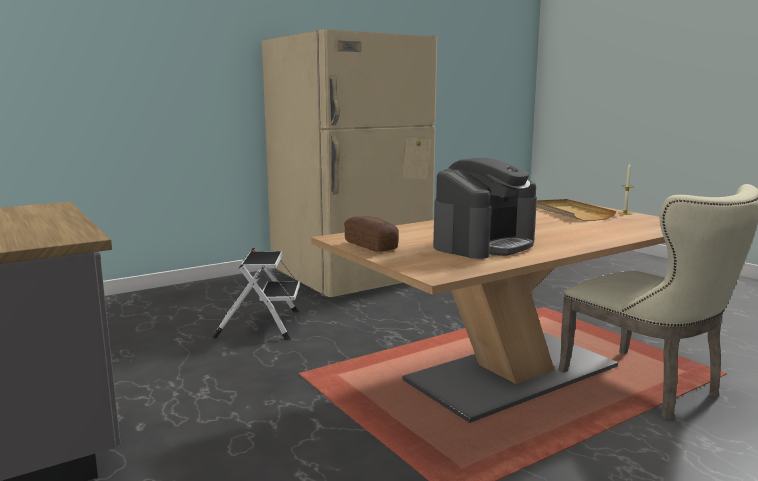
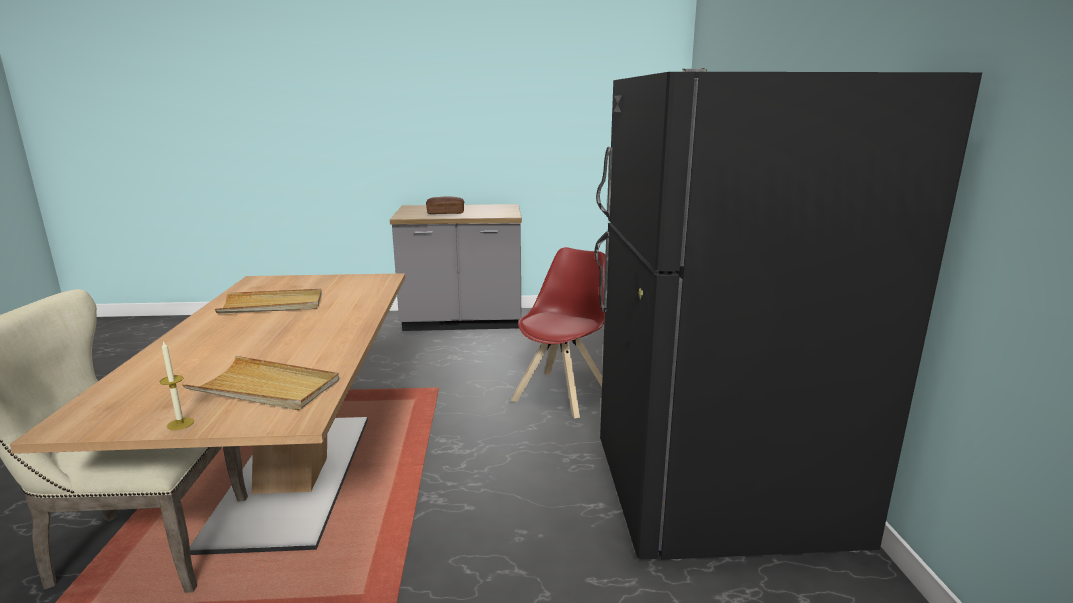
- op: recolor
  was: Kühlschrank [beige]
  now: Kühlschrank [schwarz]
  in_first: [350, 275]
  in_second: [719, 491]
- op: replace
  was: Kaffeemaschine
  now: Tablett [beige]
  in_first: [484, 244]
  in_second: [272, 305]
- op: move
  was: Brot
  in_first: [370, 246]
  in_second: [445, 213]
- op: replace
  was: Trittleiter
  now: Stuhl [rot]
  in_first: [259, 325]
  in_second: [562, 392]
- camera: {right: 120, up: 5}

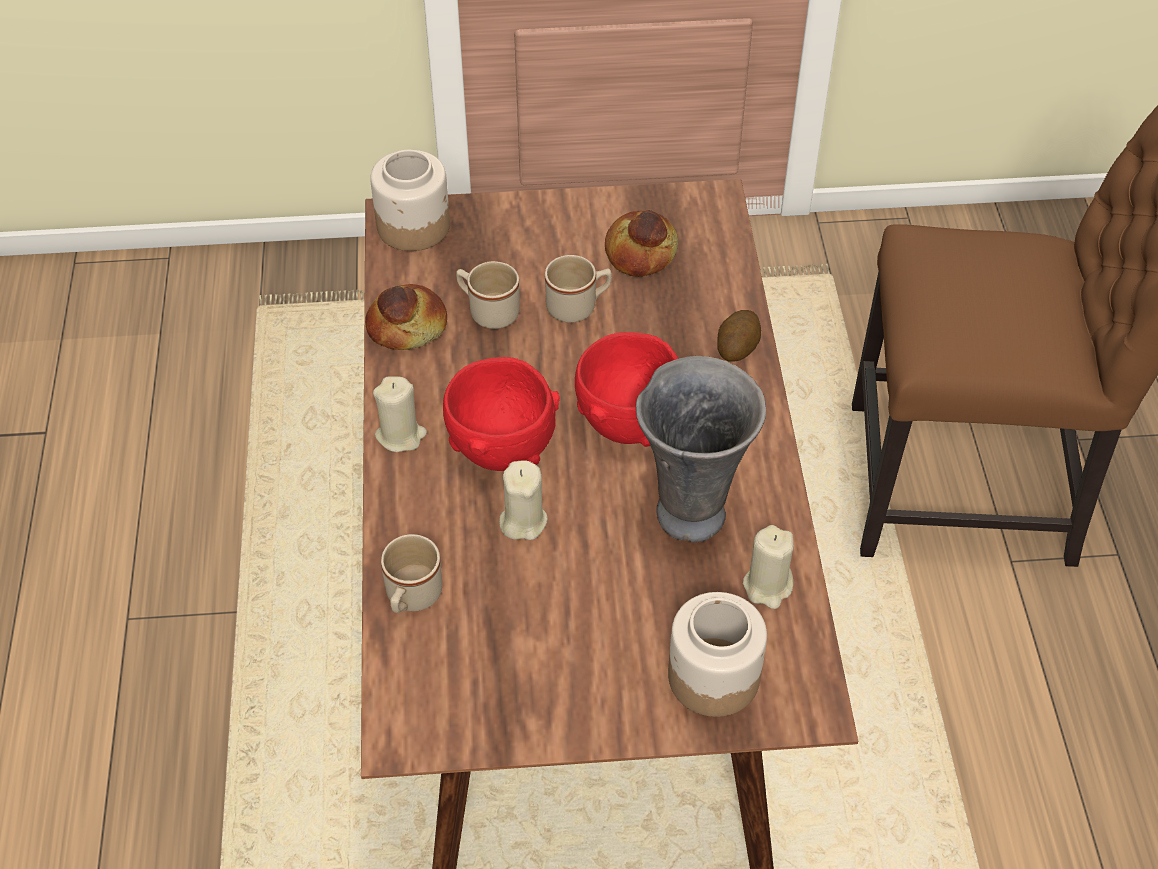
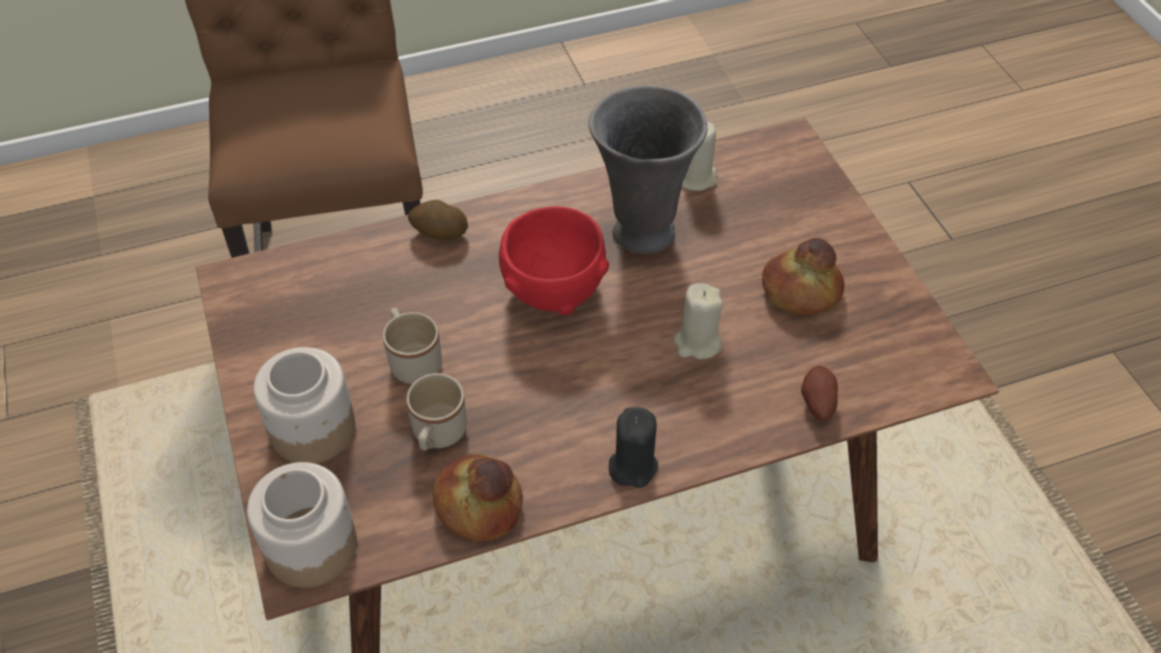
- op: move
  was: Brot
  in_first: [641, 253]
  in_second: [800, 291]
- op: delete
  was: Schüssel [rot]
  in_first: [502, 447]
- op: recolor
  was: Kerze [beige]
  now: Kerze [schwarz]
  in_first: [401, 435]
  in_second: [632, 466]
- op: replace
  was: Henkelbecher [beige]
  now: Kartoffel
  in_first: [411, 598]
  in_second: [816, 403]
- op: move
  was: Vorratsglas
  in_first: [713, 676]
  in_second: [311, 429]
- camera: {right: -105, up: 0}

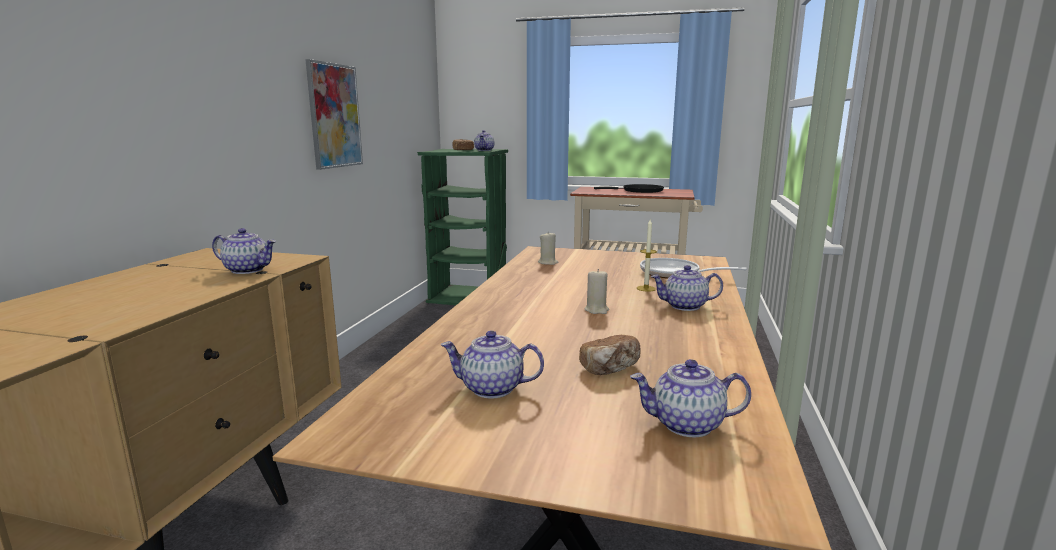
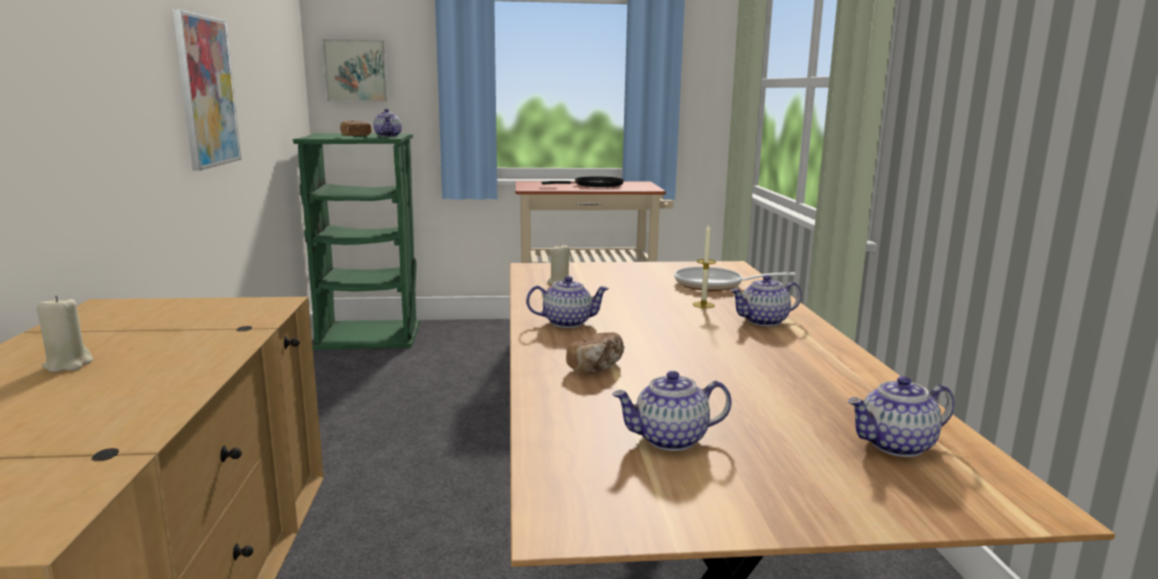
- op: move
  was: Teekanne
  in_first: [248, 270]
  in_second: [567, 322]
- op: move
  was: Kerze [beige]
  in_first: [596, 310]
  in_second: [68, 364]
- op: move
  was: Brot
  in_first: [611, 368]
  in_second: [597, 367]
- op: insert
  now: Bild
  in_second: [356, 71]
- camera: {right: -20, up: 0}

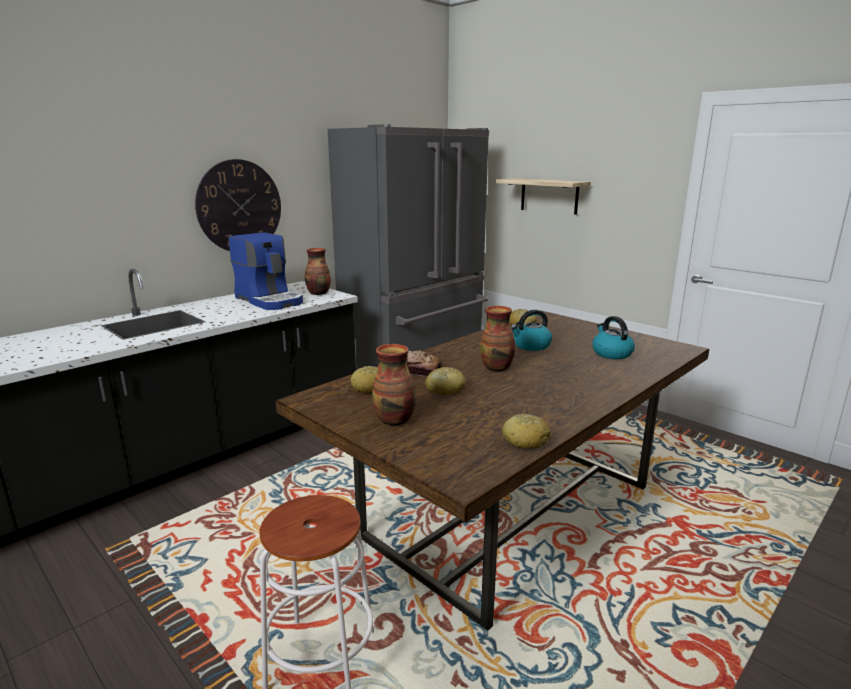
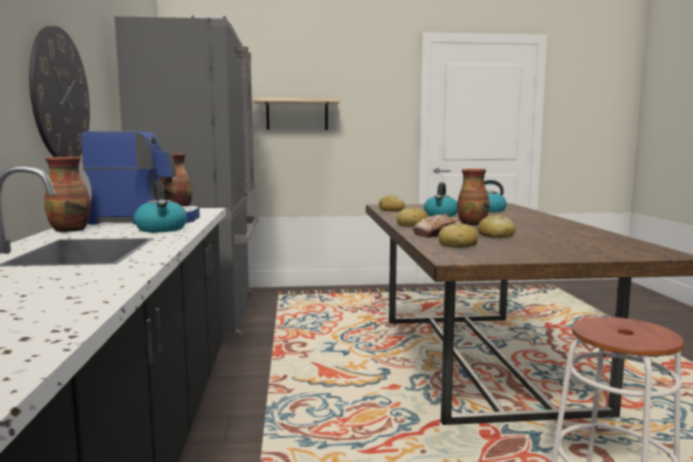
- op: move
  was: Vase
  in_first: [395, 420]
  in_second: [70, 230]
- op: move
  was: Brot
  in_first: [525, 440]
  in_second: [411, 225]
- op: insert
  now: Wasserkessel
  in_second: [161, 229]
- camera: {right: -50, up: -10}

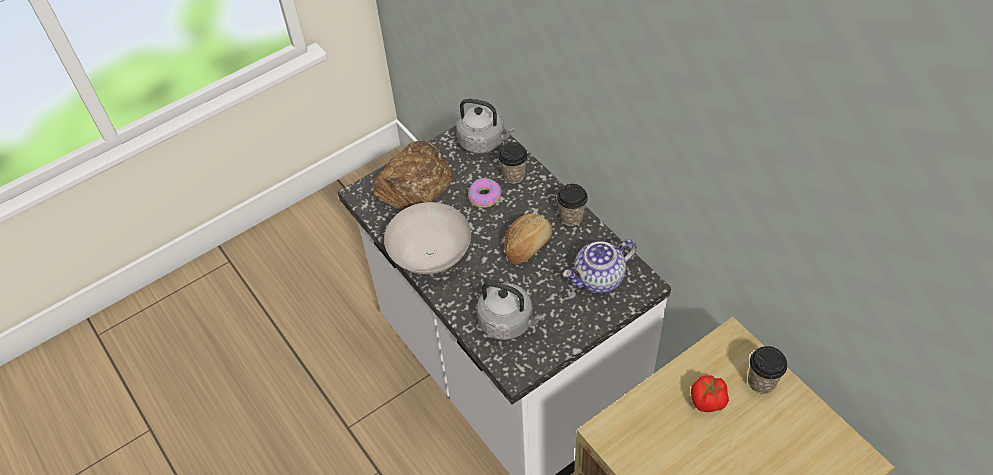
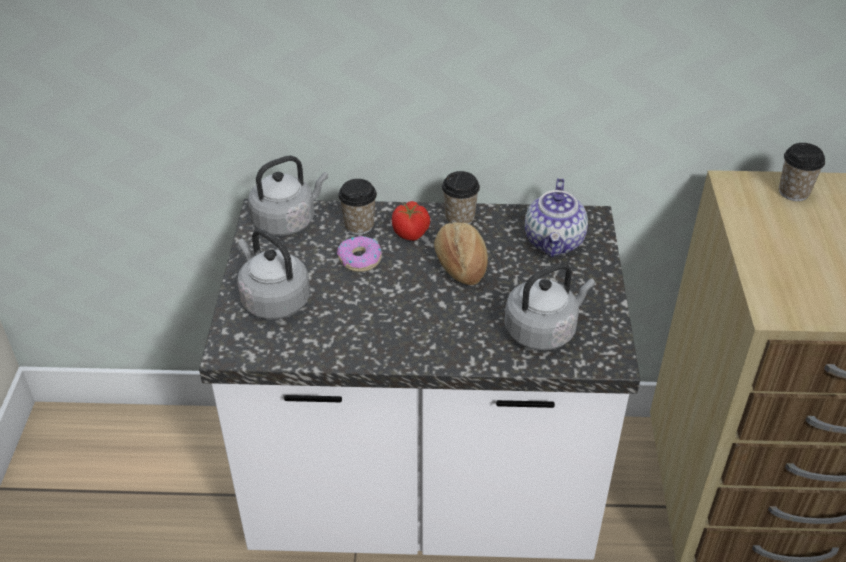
- op: replace
  was: Brot
  now: Wasserkessel [grau]
  in_first: [414, 183]
  in_second: [273, 300]
- op: delete
  was: Schüssel [weiß]
  in_first: [432, 255]
- op: move
  was: Tomate
  in_first: [708, 401]
  in_second: [411, 233]
- camera: {right: -55, up: -10}

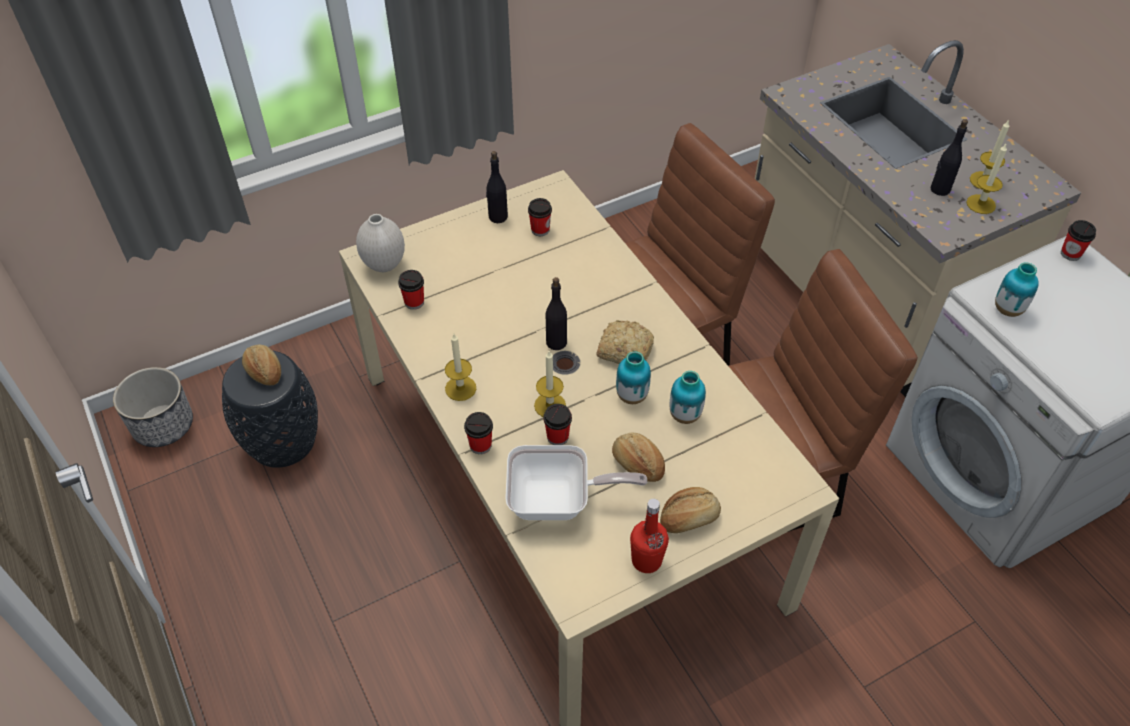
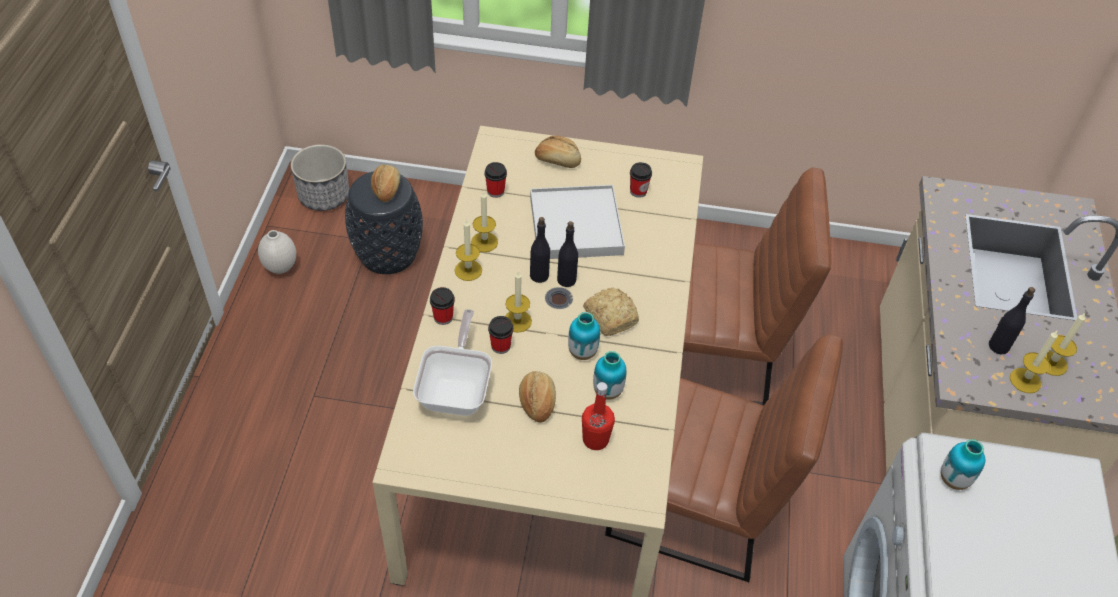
- op: move
  was: Flasche [schwarz]
  in_first: [497, 217]
  in_second: [539, 275]
- op: move
  was: Vase [weiß]
  in_first: [384, 265]
  in_second: [280, 267]
- op: delete
  was: Tasse
  in_first: [1070, 254]
- op: rotate
  was: Pfanne
  in_first: [558, 501]
  in_second: [457, 389]
  clockwise: -120
- op: move
  was: Brot
  in_first: [688, 518]
  in_second: [557, 160]
- op: move
  was: Flasche [rot]
  in_first: [646, 560]
  in_second: [595, 439]
- op: insert
  now: Tablett [weiß]
  in_second: [575, 225]
- op: insert
  now: Kerze
  in_second: [484, 242]
- camera: {right: 35, up: 0}

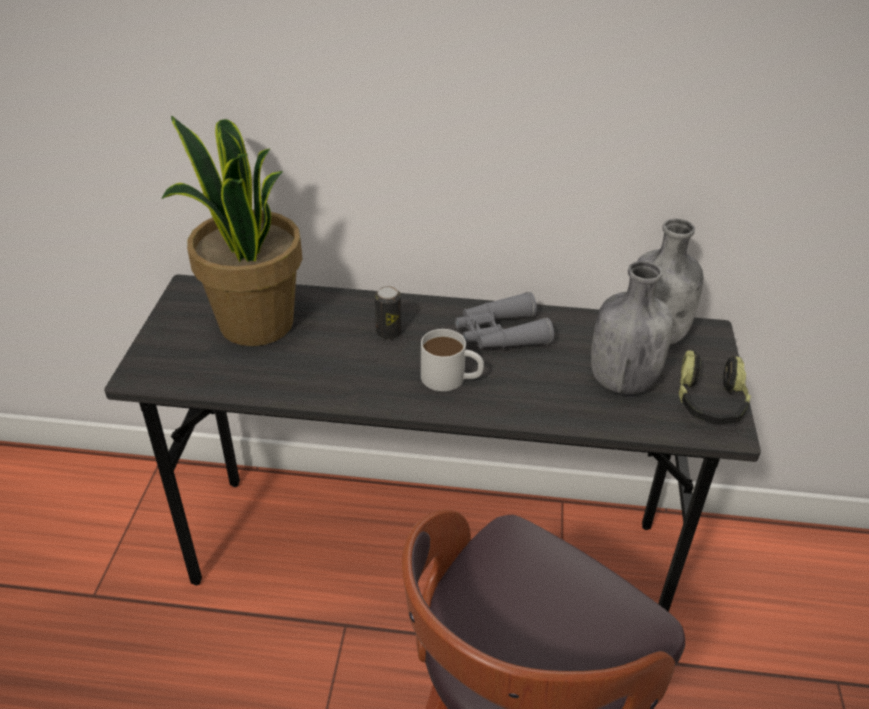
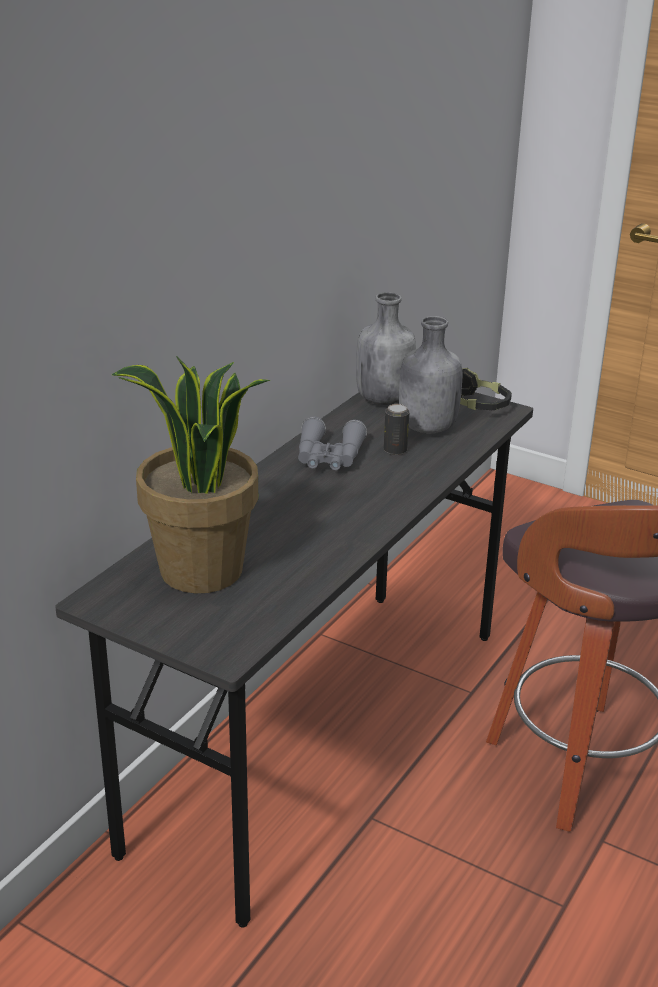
- op: move
  was: Dose
  in_first: [388, 332]
  in_second: [395, 450]
- op: delete
  was: Henkelbecher [weiß]
  in_first: [451, 378]
- camera: {right: -65, up: -10}

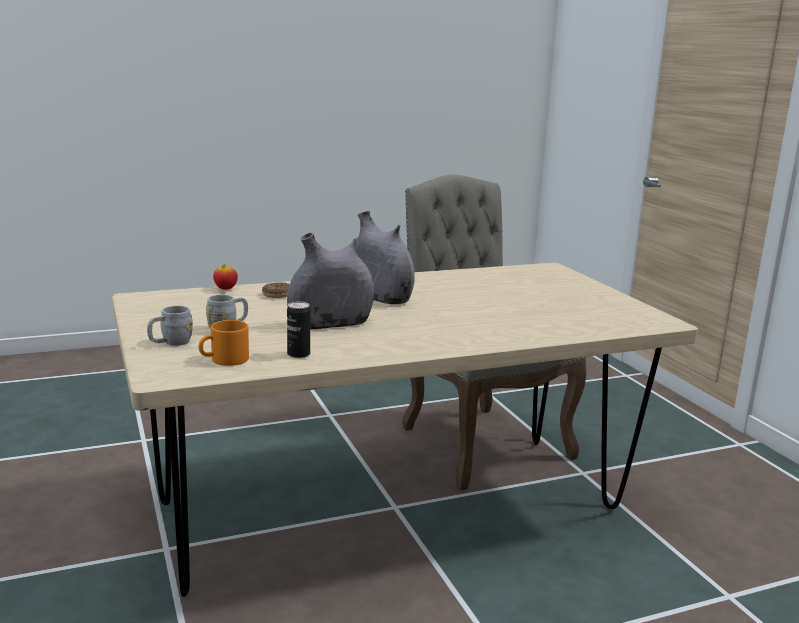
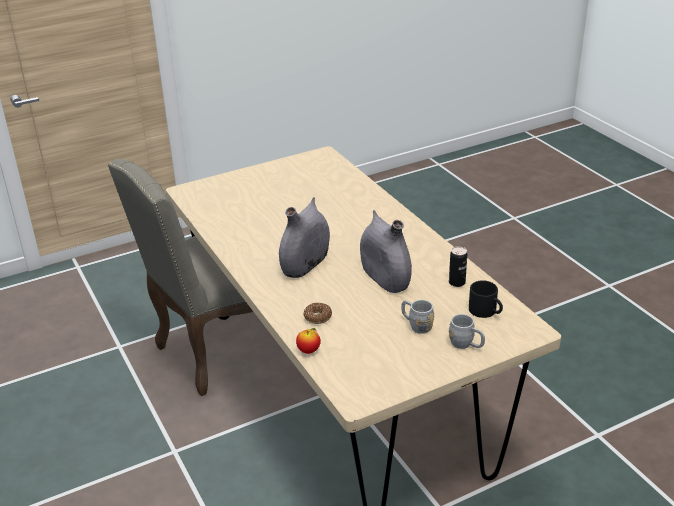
- op: recolor
  was: Henkelbecher [orange]
  now: Henkelbecher [schwarz]
  in_first: [224, 360]
  in_second: [486, 311]
- camera: {right: -95, up: 15}

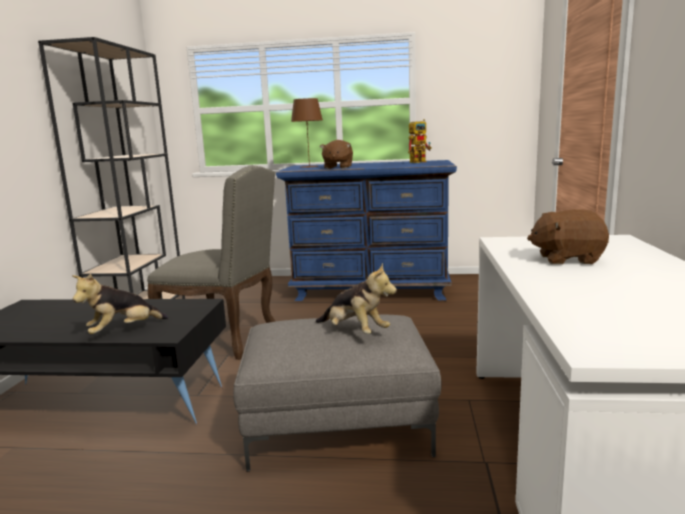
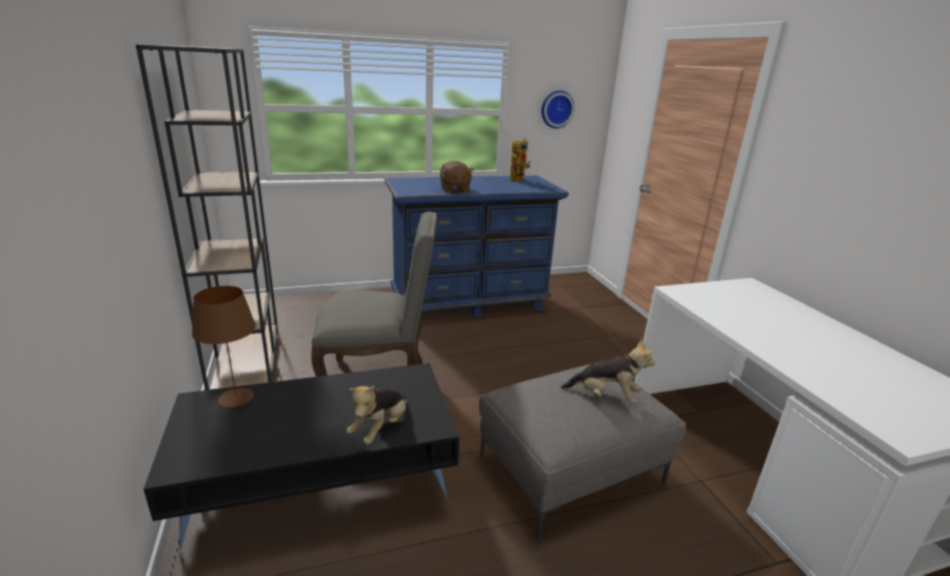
- op: move
  was: Tischlampe [braun]
  in_first: [309, 167]
  in_second: [236, 398]
- op: delete
  was: Plüschtier [braun]
  in_first: [567, 259]
- op: insert
  now: Wanduhr
  in_second: [556, 109]
- camera: {right: -25, up: 10}

